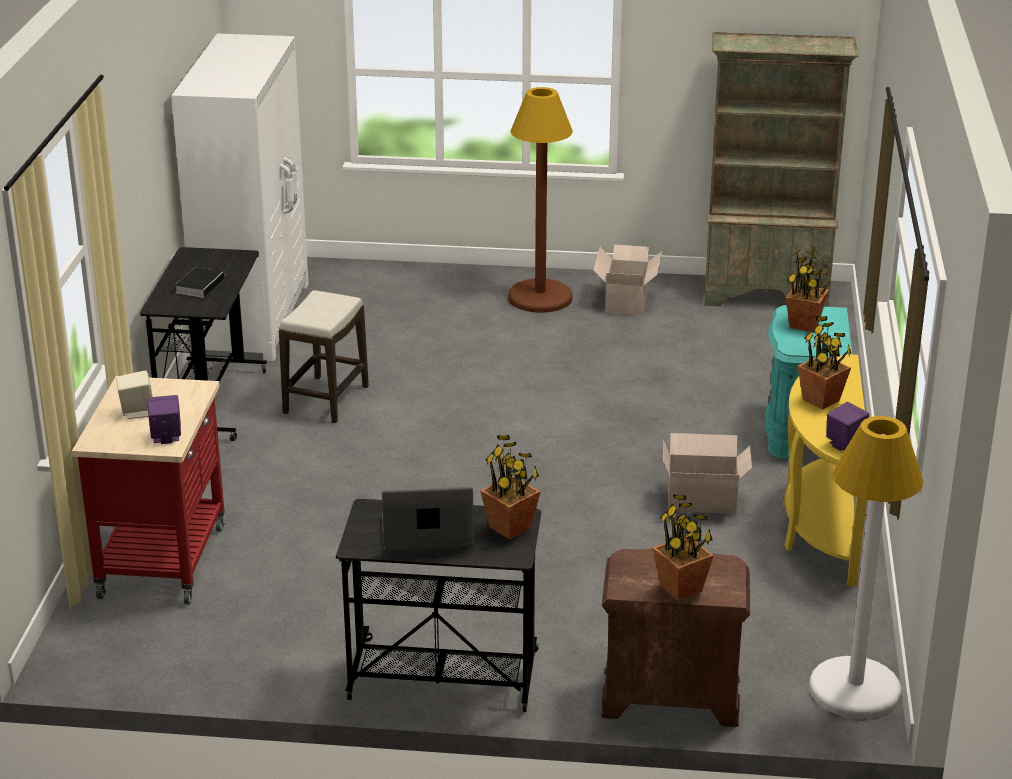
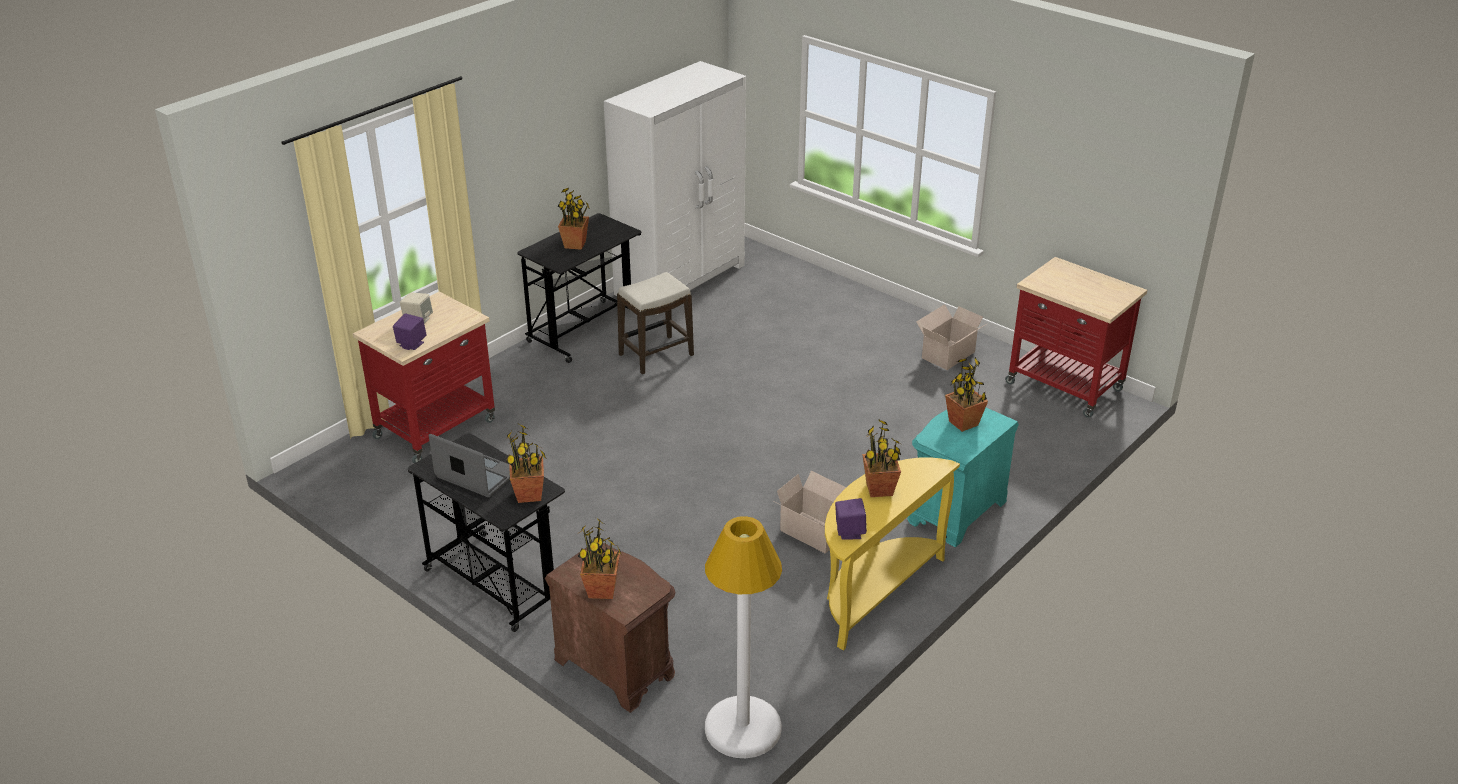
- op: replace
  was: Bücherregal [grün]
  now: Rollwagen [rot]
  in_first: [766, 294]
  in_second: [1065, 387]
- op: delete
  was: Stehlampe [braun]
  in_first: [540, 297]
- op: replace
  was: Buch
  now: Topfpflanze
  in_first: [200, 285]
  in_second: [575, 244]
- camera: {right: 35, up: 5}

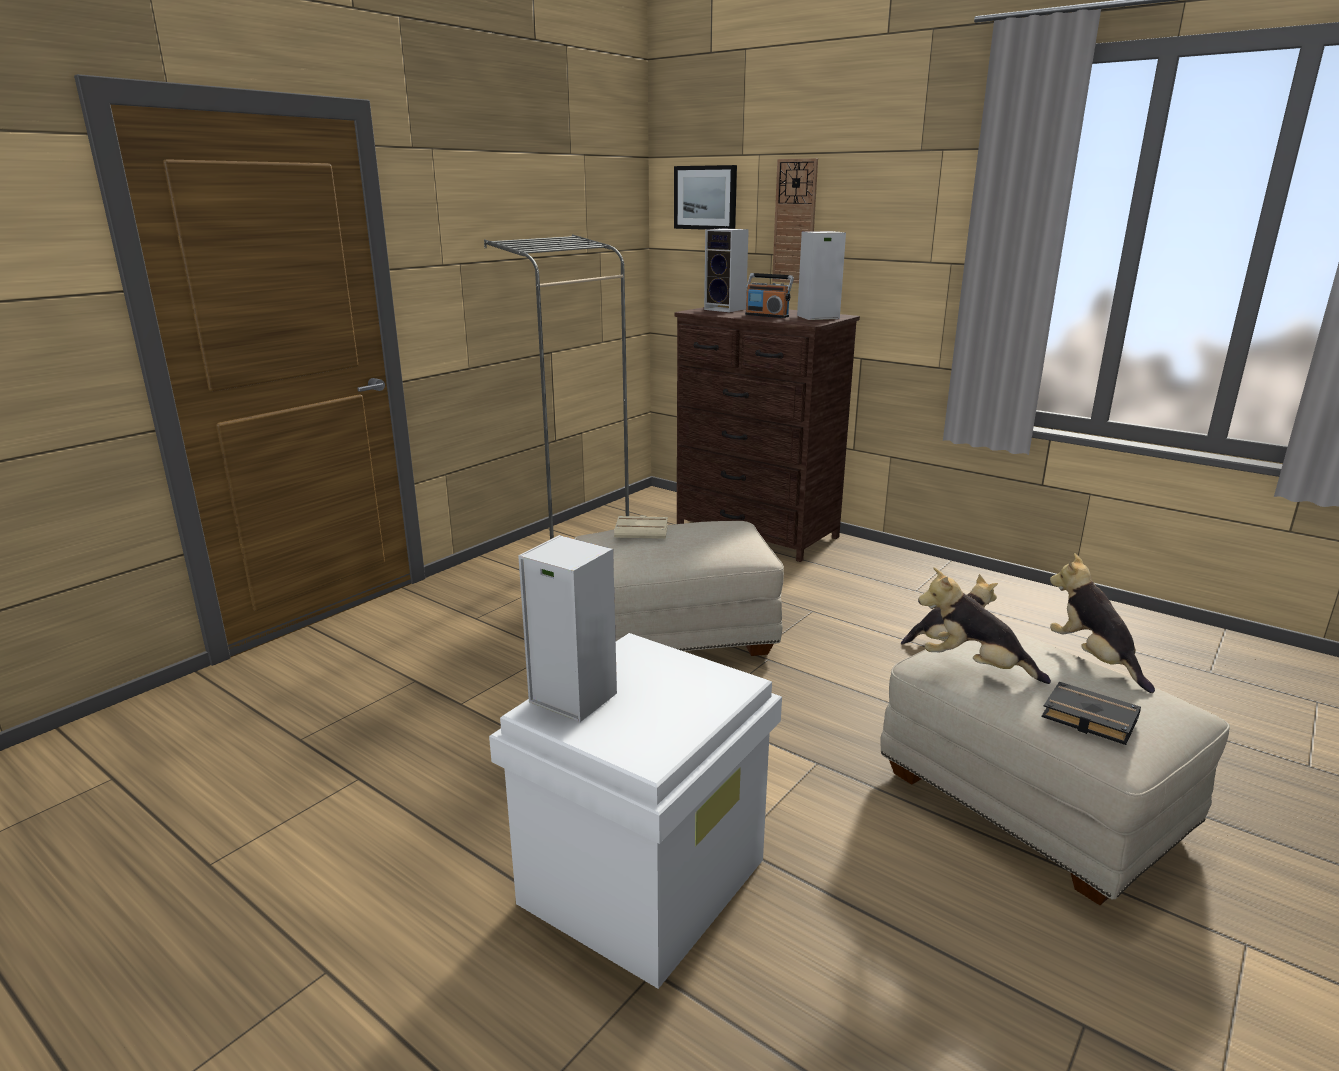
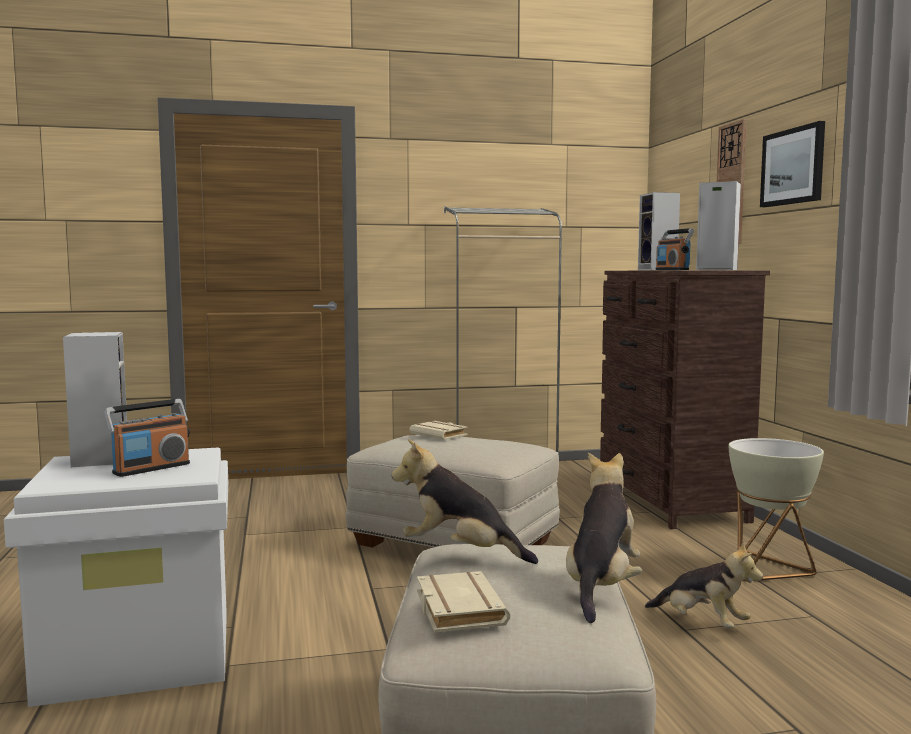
- op: move
  was: Bild
  in_first: [705, 197]
  in_second: [793, 166]
- op: rotate
  was: Plüschtier
  in_first: [975, 667]
  in_second: [460, 553]
  clockwise: -45
- op: recolor
  was: Buch [schwarz]
  now: Buch [beige]
  in_first: [1087, 719]
  in_second: [456, 608]
- op: insert
  now: Radio
  in_second: [151, 468]
- op: insert
  now: Pflanzkübel
  in_second: [768, 569]
- camera: {right: 40, up: -15}

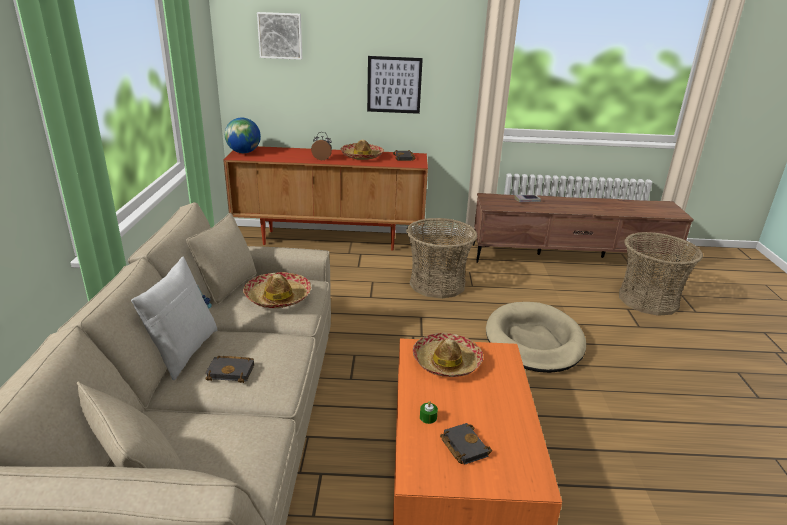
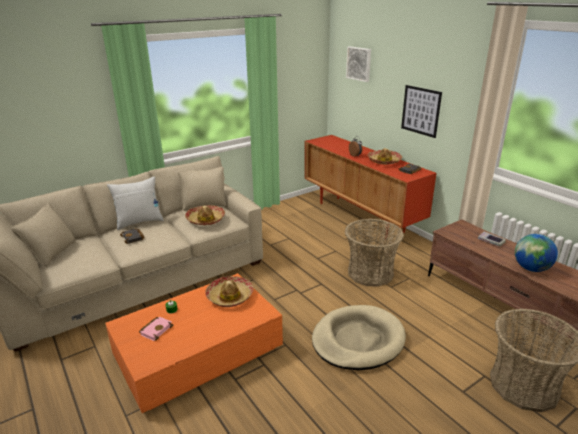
- op: move
  was: Globus
  in_first: [244, 152]
  in_second: [531, 268]
- op: recolor
  was: Buch [schwarz]
  now: Buch [rosa]
  in_first: [462, 446]
  in_second: [156, 329]
- camera: {right: 55, up: 0}

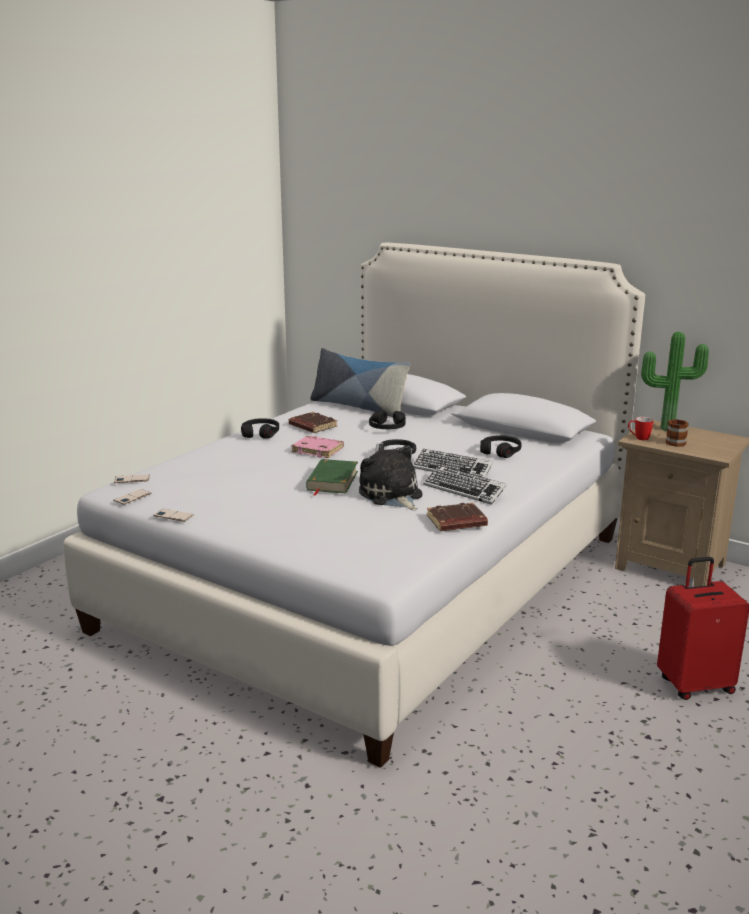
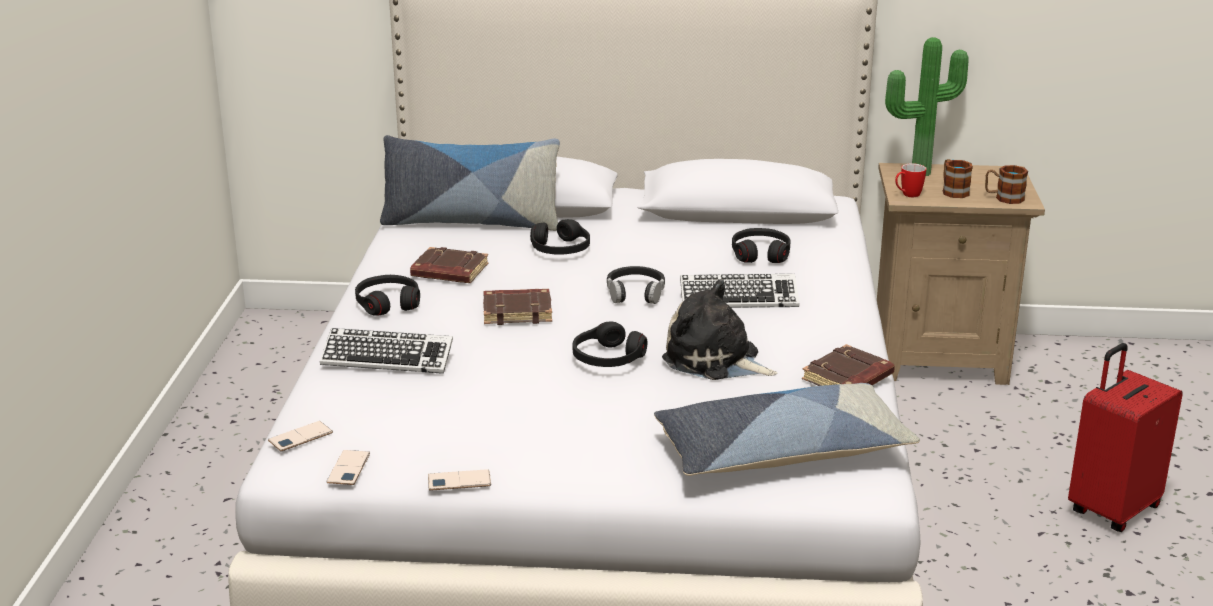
- op: recolor
  was: Buch [rosa]
  now: Buch [braun]
  in_first: [318, 450]
  in_second: [518, 311]
- op: replace
  was: Buch [grün]
  now: Kopfhörer [schwarz]
  in_first: [332, 481]
  in_second: [607, 358]
- op: move
  was: Tastatur
  in_first: [464, 490]
  in_second: [387, 358]
- op: insert
  now: Henkelbecher
  in_second: [1003, 198]
- op: insert
  now: Kissen
  in_second: [781, 452]
- camera: {right: -30, up: 5}

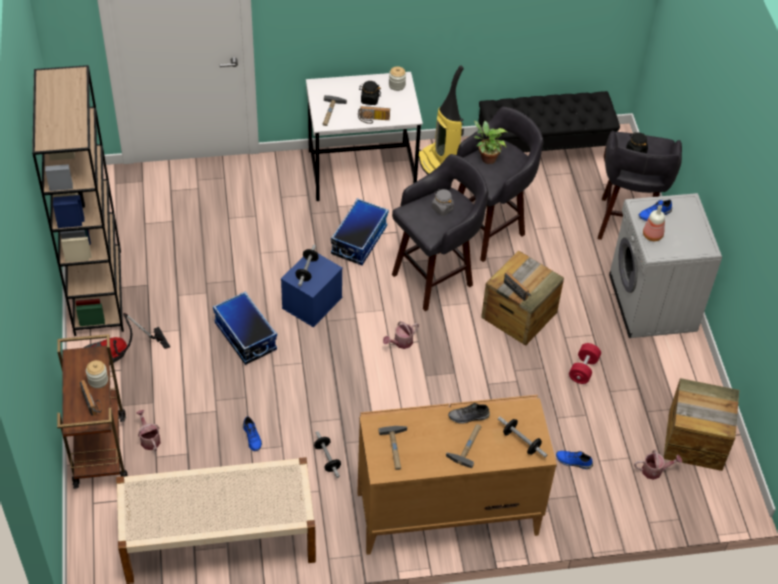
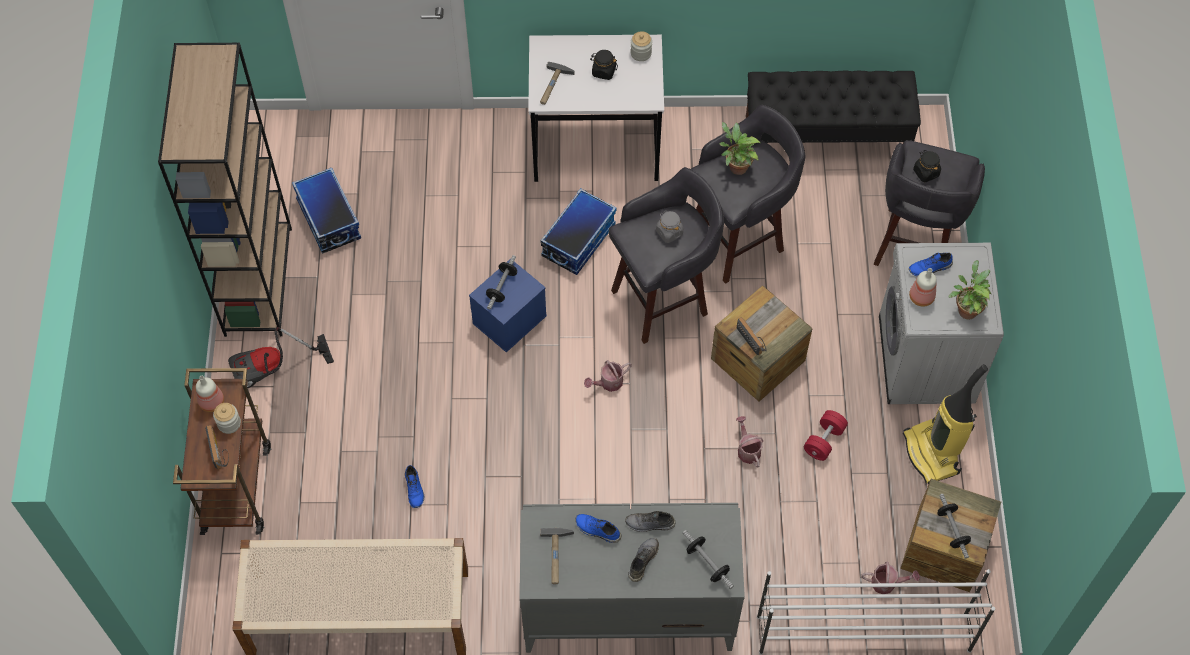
- op: move
  was: Staubsauger
  in_first: [439, 165]
  in_second: [932, 454]
- op: delete
  was: Radio
  in_first: [373, 120]
- op: move
  was: Aufbewahrungsbox
  in_first: [245, 337]
  in_second: [328, 219]
- op: recolor
  was: Schrank [braun]
  now: Schrank [grau]
  in_first: [446, 513]
  in_second: [627, 611]
- op: move
  was: Gießkanne
  in_first: [149, 439]
  in_second: [747, 449]
- op: replace
  was: Hammer
  now: Schuh [grau]
  in_first: [467, 445]
  in_second: [642, 560]
- op: move
  was: Hantel
  in_first: [327, 458]
  in_second: [952, 529]
- op: move
  was: Schuh [blau]
  in_first: [573, 462]
  in_second: [597, 530]
- op: insert
  now: Topfpflanze
  in_second: [966, 309]
- op: insert
  now: Flasche
  in_second: [211, 402]
- op: insert
  now: Schuhregal [weiß]
  in_second: [862, 633]
- camera: {right: 10, up: 10}

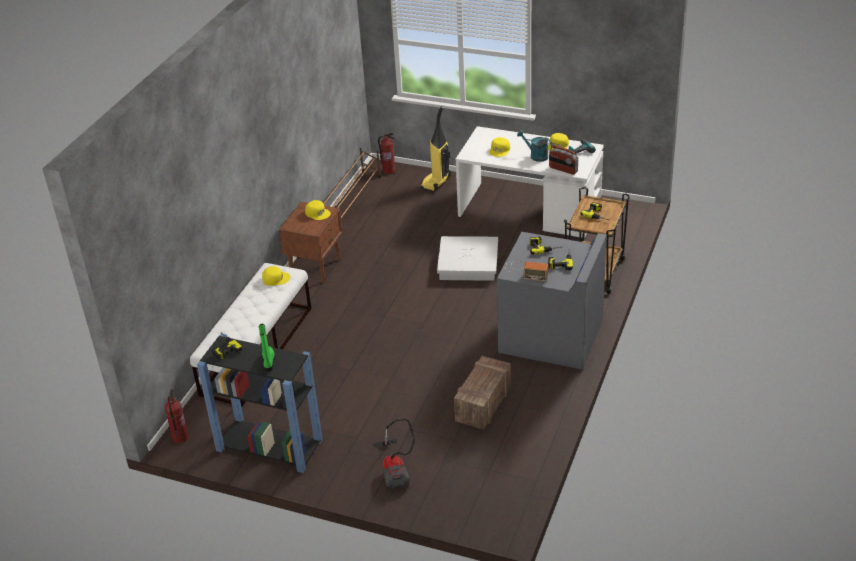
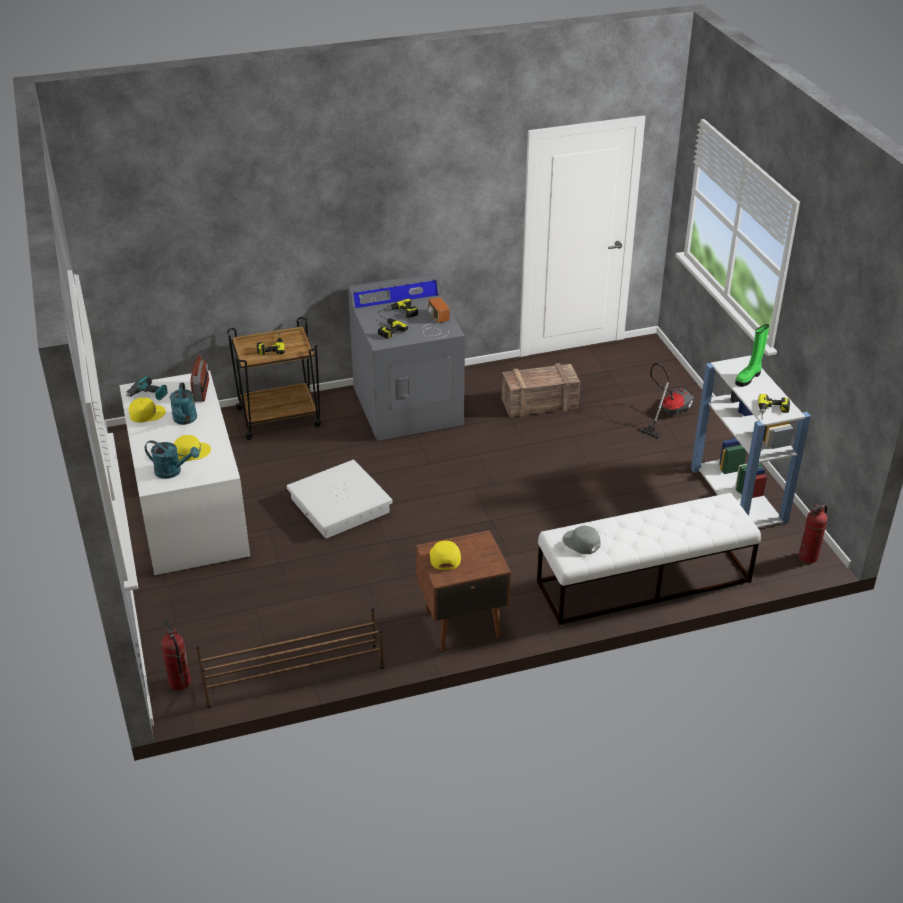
- op: delete
  was: Staubsauger
  in_first: [436, 183]
- op: recolor
  was: Kappe [gelb]
  now: Kappe [grau]
  in_first: [275, 278]
  in_second: [581, 542]
- op: recolor
  was: Bücherregal [schwarz]
  now: Bücherregal [weiß]
  in_first: [269, 445]
  in_second: [738, 495]
- op: insert
  now: Gießkanne [türkis]
  in_second: [172, 471]
- camera: {right: -130, up: 0}

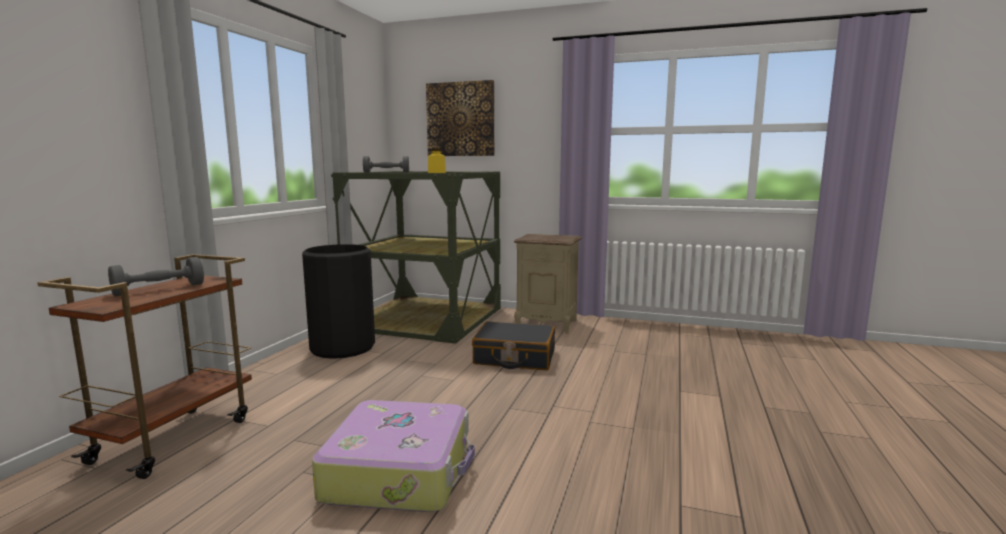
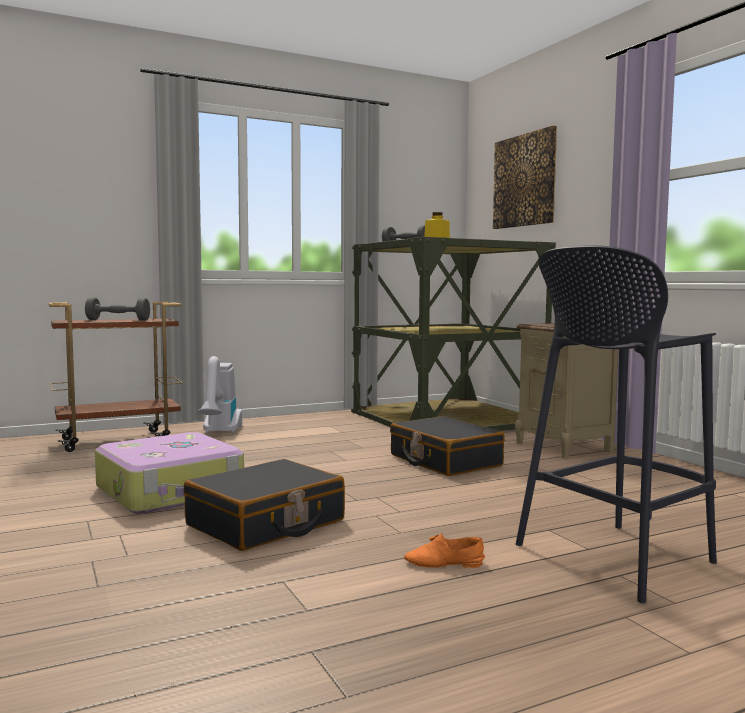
- op: delete
  was: Mülleimer [schwarz]
  in_first: [342, 347]
- op: insert
  now: Hocker [grau]
  in_second: [616, 558]
- op: insert
  now: Staubsauger
  in_second: [220, 433]
- op: insert
  now: Koffer [schwarz]
  in_second: [266, 523]
- op: insert
  now: Schuh [orange]
  in_second: [444, 563]
- camera: {right: 45, up: -5}

